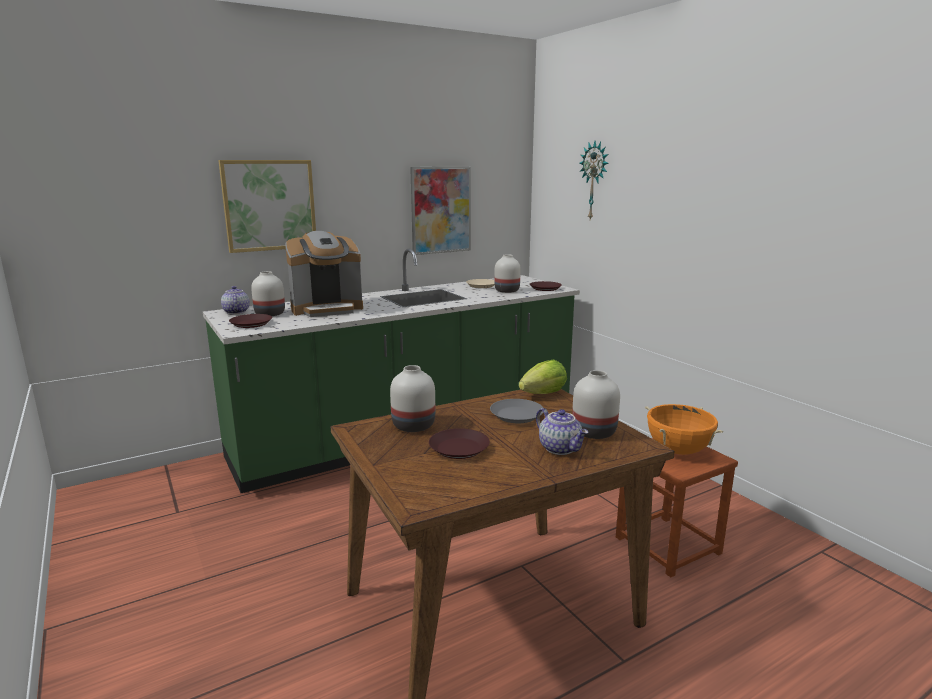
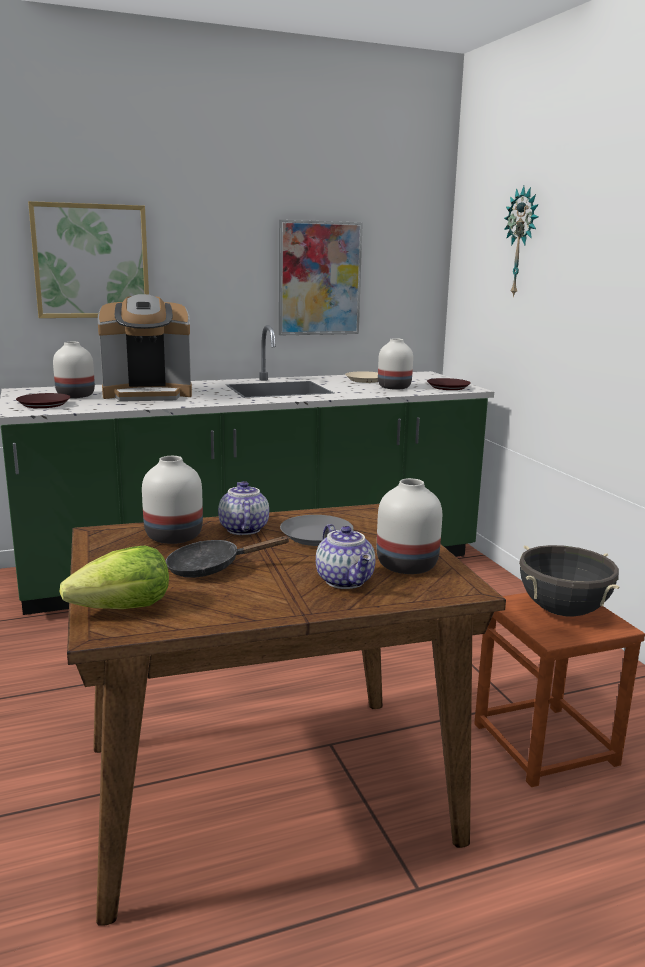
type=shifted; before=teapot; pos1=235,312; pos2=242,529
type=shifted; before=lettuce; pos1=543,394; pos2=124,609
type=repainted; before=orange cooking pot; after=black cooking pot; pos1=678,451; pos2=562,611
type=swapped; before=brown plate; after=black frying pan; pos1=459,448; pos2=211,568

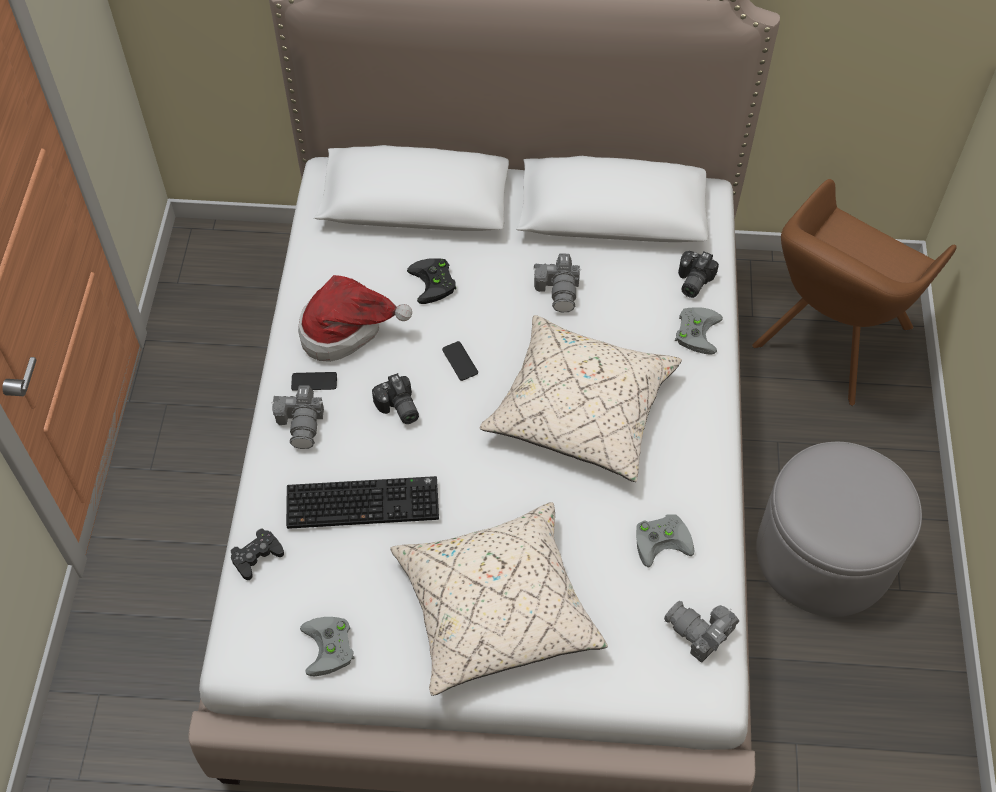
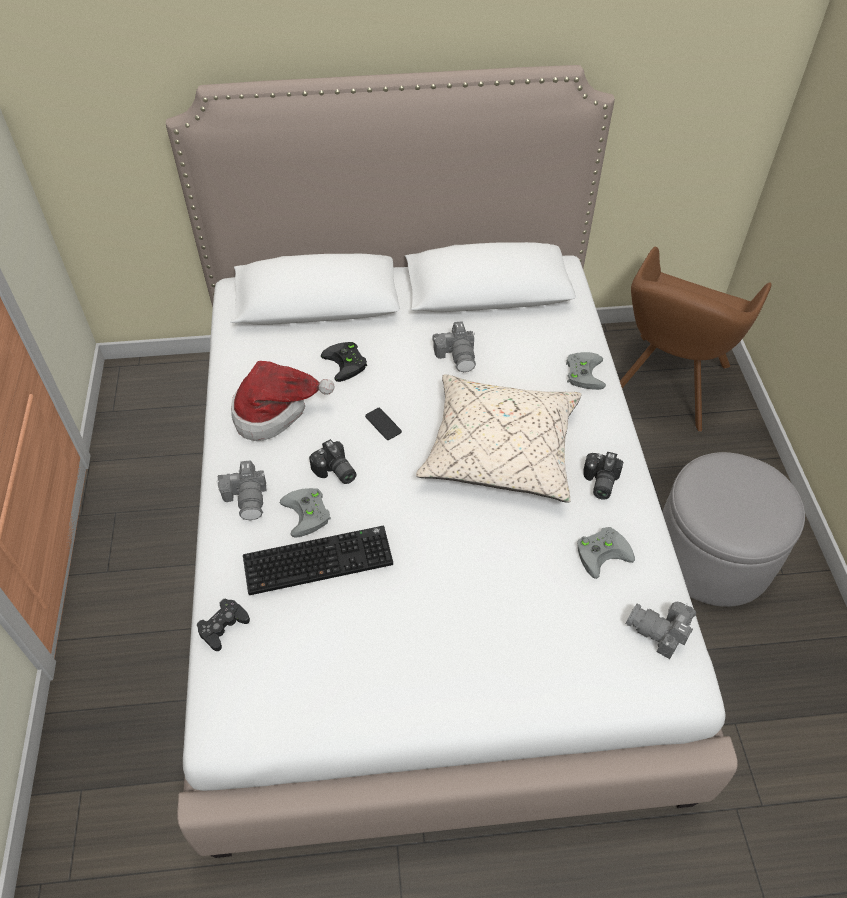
type=shifted; before=photo camera; pos1=691,281; pos2=599,482
type=gone; before=phone; pos1=314,381
type=gone; before=beige pillow; pos1=495,608
type=shifted; before=grey game controller; pos1=330,648; pos2=308,514

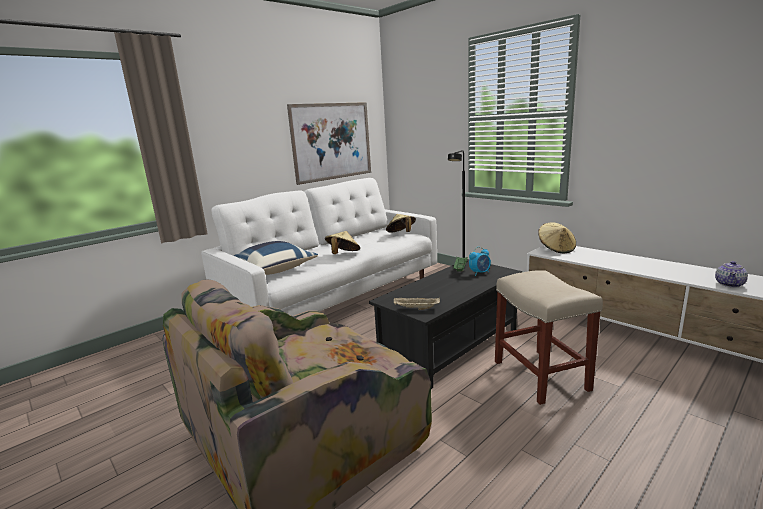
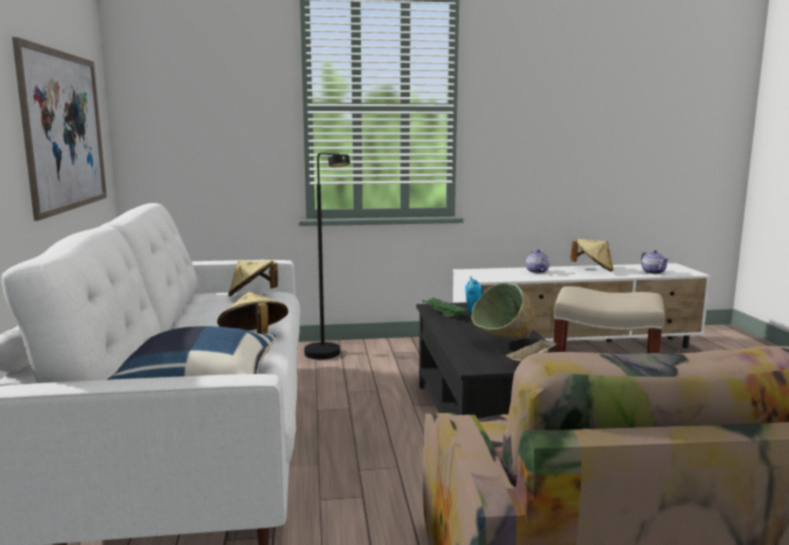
type=shifted; before=beige hat; pos1=556,249; pos2=593,269
type=new; after=teapot; pos2=537,271
type=new; after=green bowl; pos2=505,345

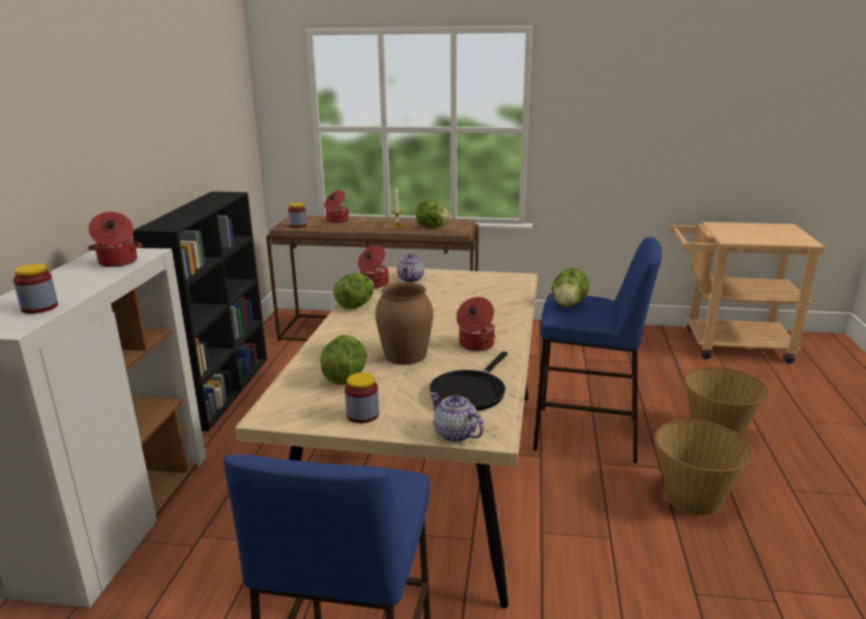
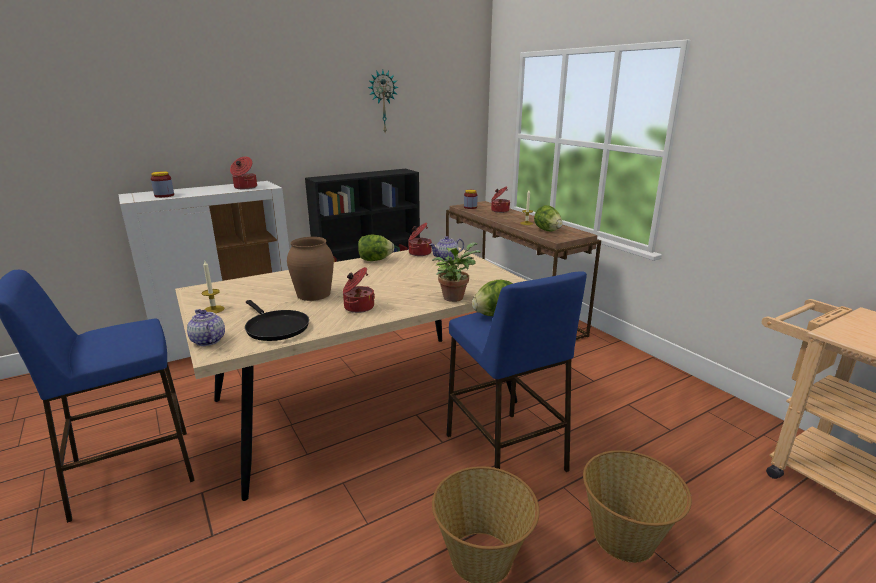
type=gone; before=lettuce; pos1=345,378
type=rotated; before=black frying pan; pos1=470,392; pos2=275,327; turn=-120
type=swapped; before=jar; after=candle; pos1=362,415; pos2=213,309
type=rotated; before=teapot; pos1=454,434; pos2=207,340; turn=-45
type=new; after=wall clock; pos2=382,102
type=new; after=potted plant; pos2=454,296

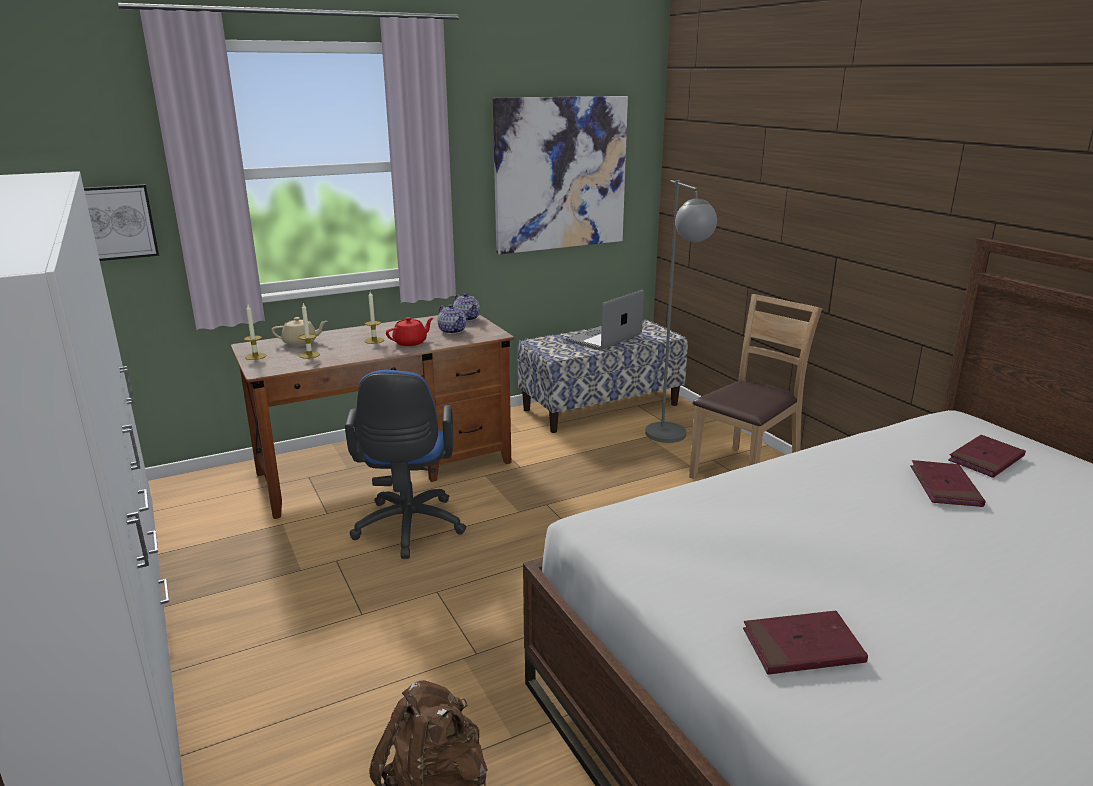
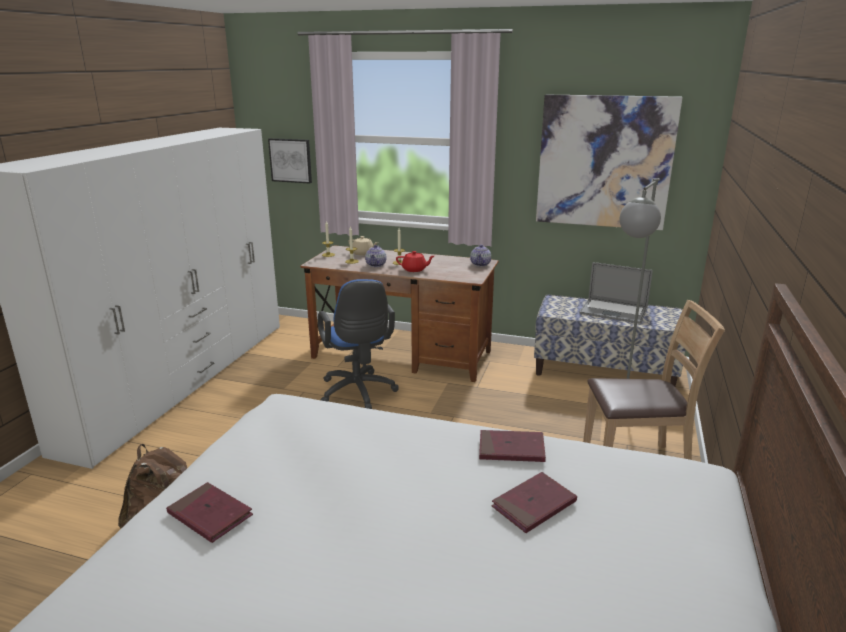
type=rotated; before=laptop; pos1=604,338; pos2=613,311; turn=-150
type=shifted; before=teapot; pos1=452,331; pos2=376,265
type=rotated; before=blue office chair; pos1=408,530; pos2=358,393; turn=-60
type=shifted; before=red book; pos1=985,459; pos2=511,449

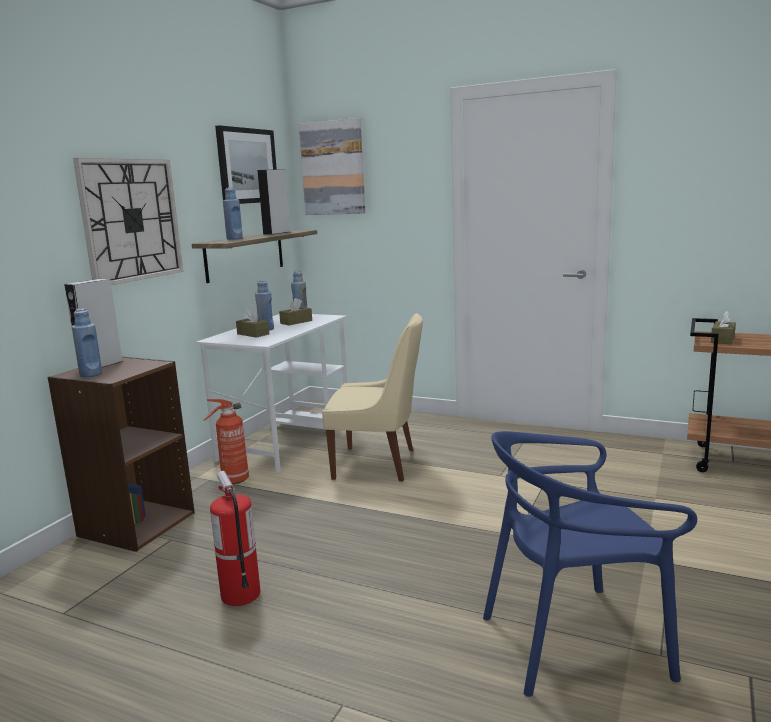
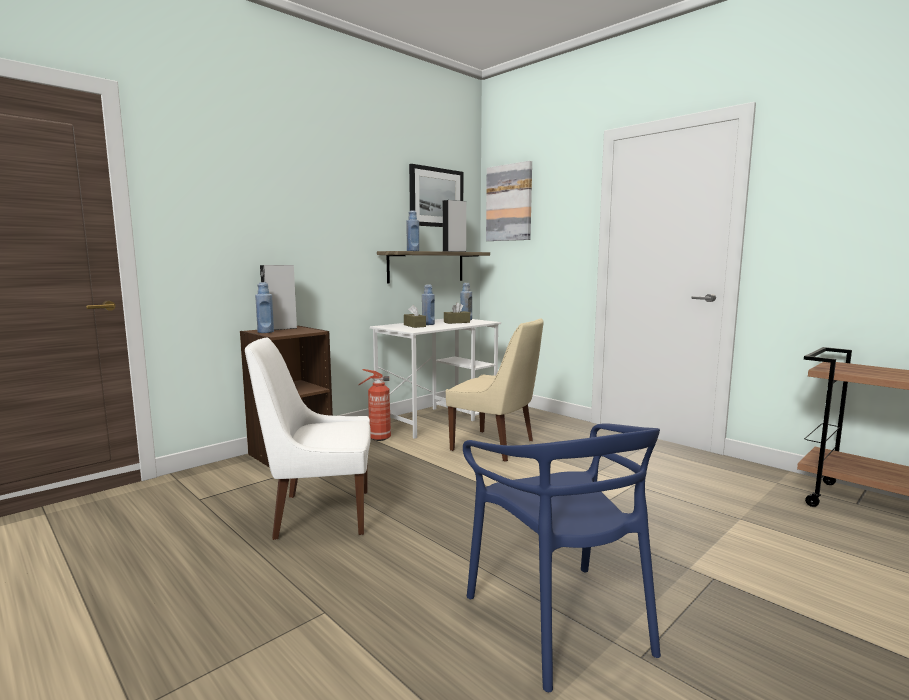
type=gone; before=wall clock; pos1=131,220
type=gone; before=brown tissue box; pos1=722,340
type=rotated; before=blue chair; pos1=574,641; pos2=560,620; turn=-120
type=swapped; before=fire extinguisher; after=white chair; pos1=240,594; pos2=318,514

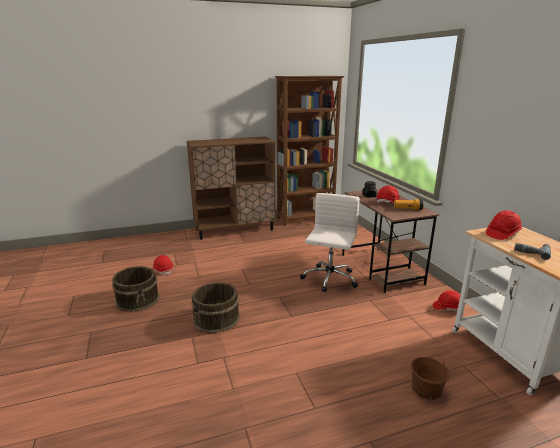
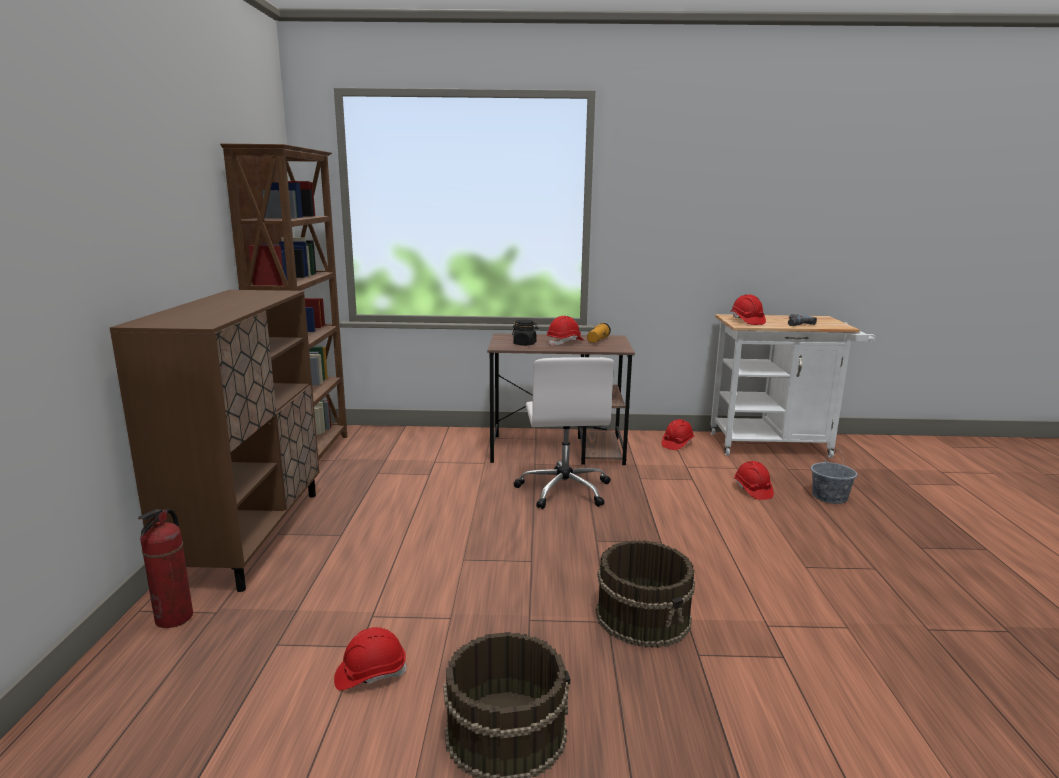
type=rotated; before=white office chair; pos1=329,279; pos2=564,490; turn=-135
type=repainted; before=brown bucket; after=grey bucket; pos1=426,389; pos2=829,497
type=new; after=red hard hat; pos2=752,490
type=new; after=fire extinguisher; pos2=174,618

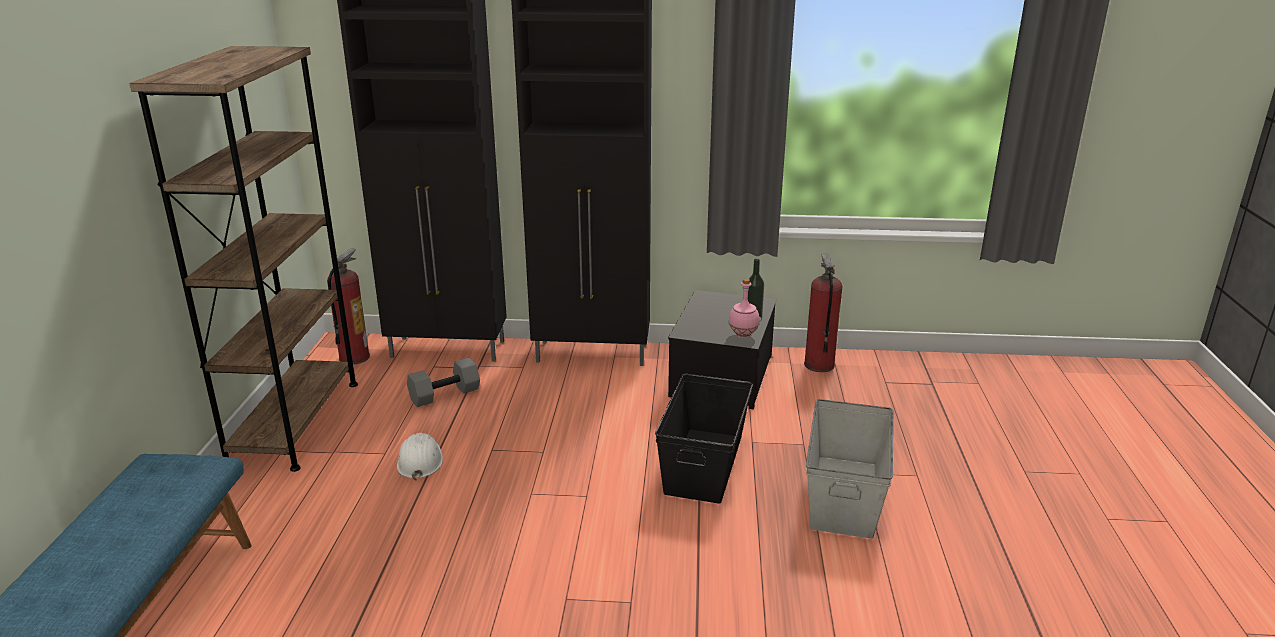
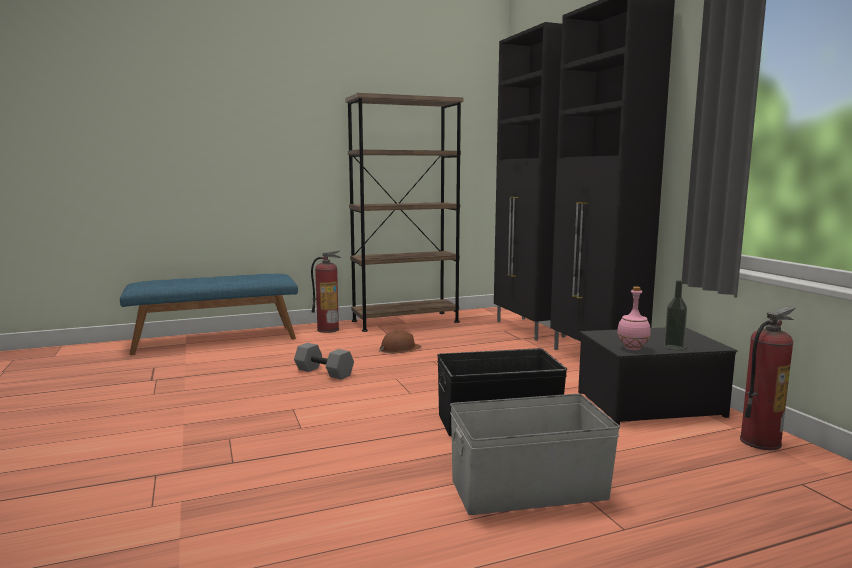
type=shifted; before=fire extinguisher; pos1=354,357; pos2=328,329
type=shifted; before=grey dumbbell; pos1=445,394; pos2=325,372
type=repainted; before=white hard hat; after=brown hard hat; pos1=420,461; pos2=399,349

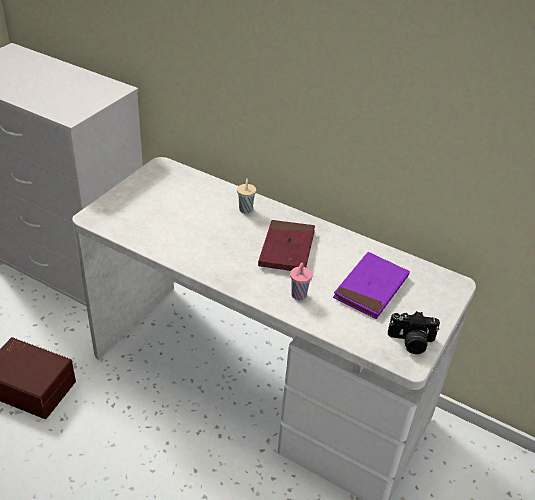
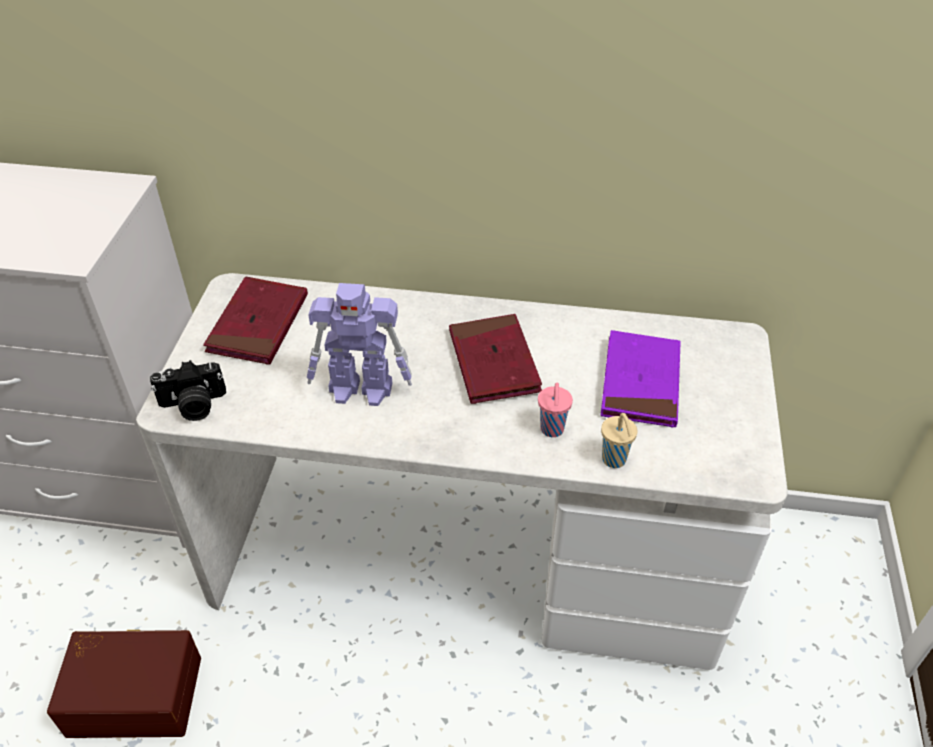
type=shifted; before=beige cup; pos1=245,210; pos2=614,460
type=shifted; before=photo camera; pos1=411,342; pos2=193,405
type=new; after=red book; pos2=258,324
type=new; after=toy robot; pos2=362,389

